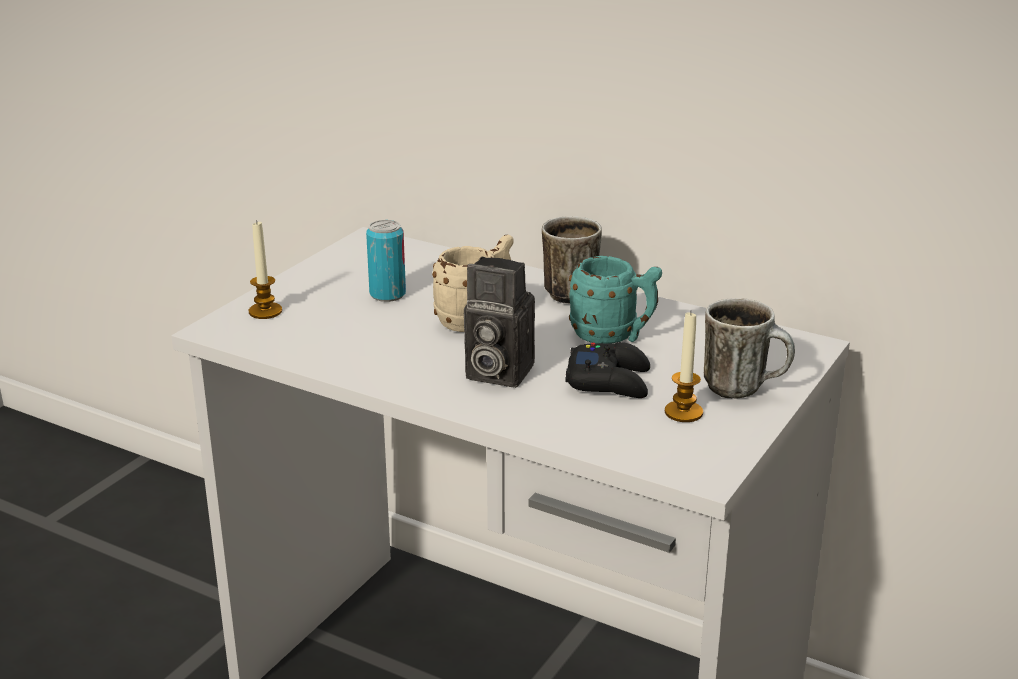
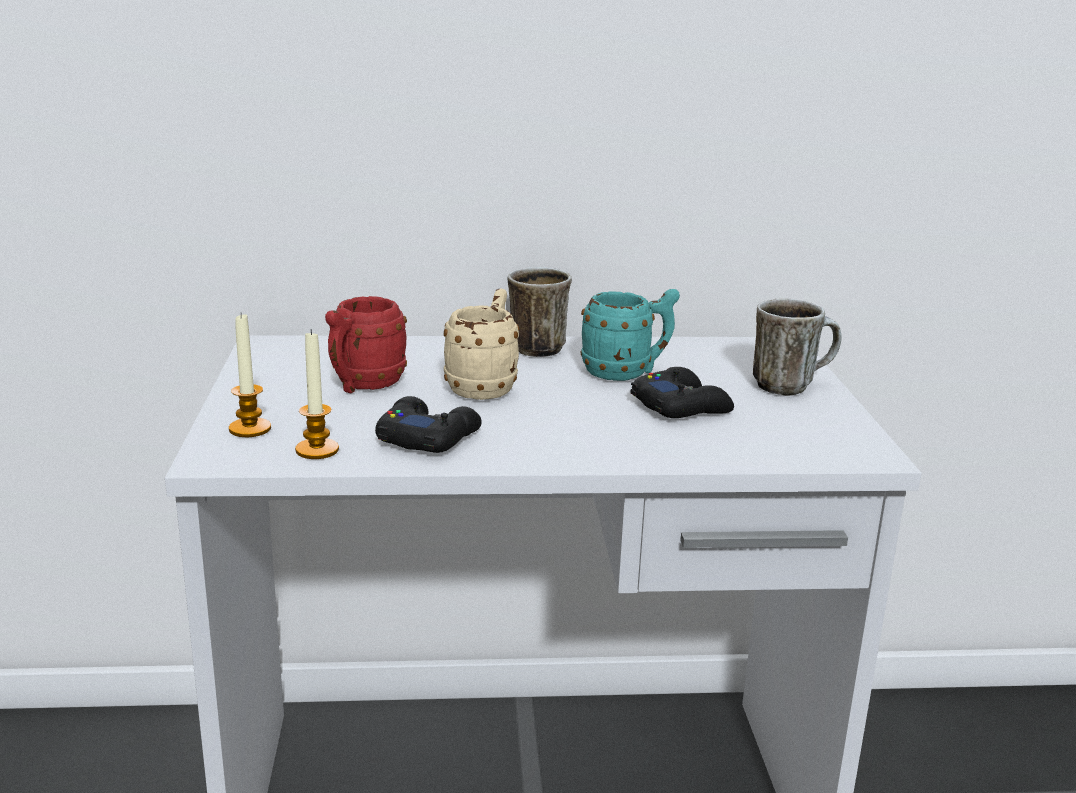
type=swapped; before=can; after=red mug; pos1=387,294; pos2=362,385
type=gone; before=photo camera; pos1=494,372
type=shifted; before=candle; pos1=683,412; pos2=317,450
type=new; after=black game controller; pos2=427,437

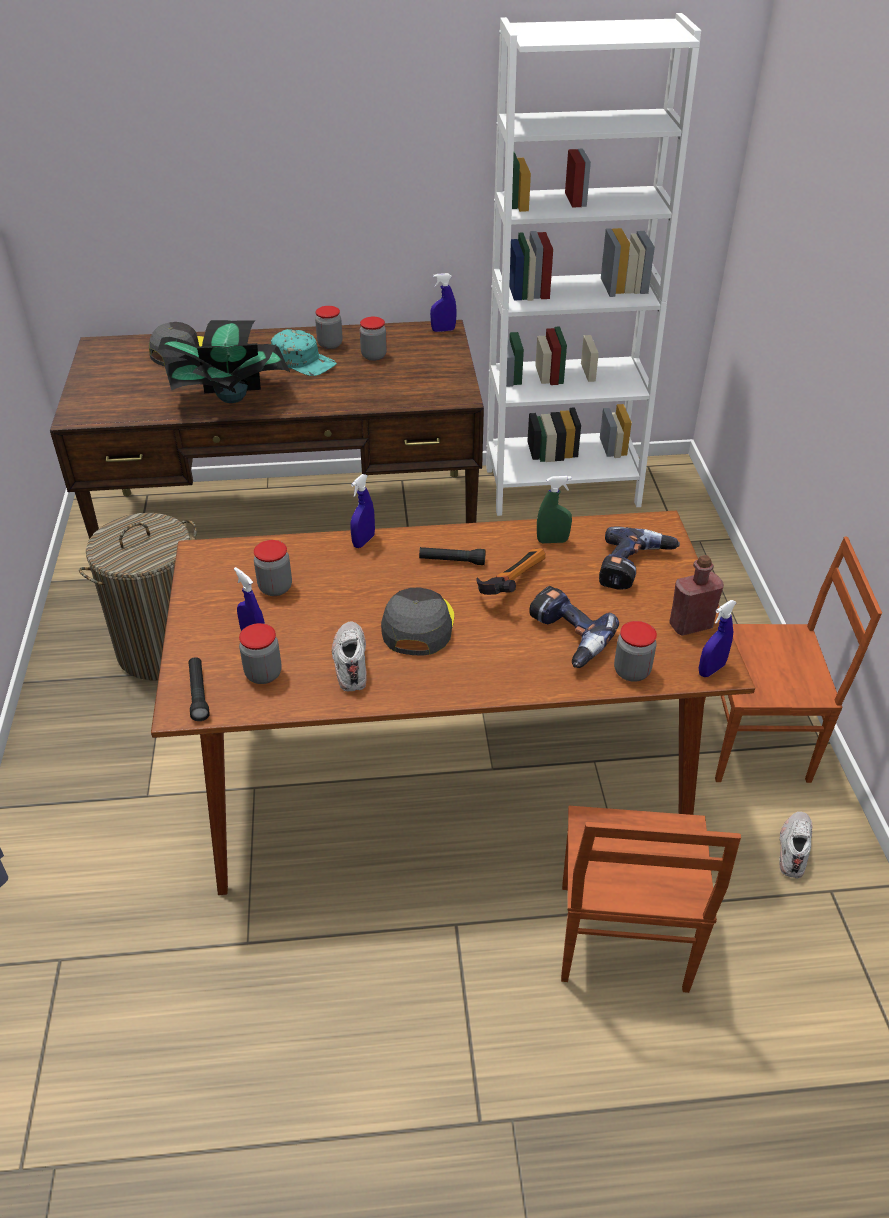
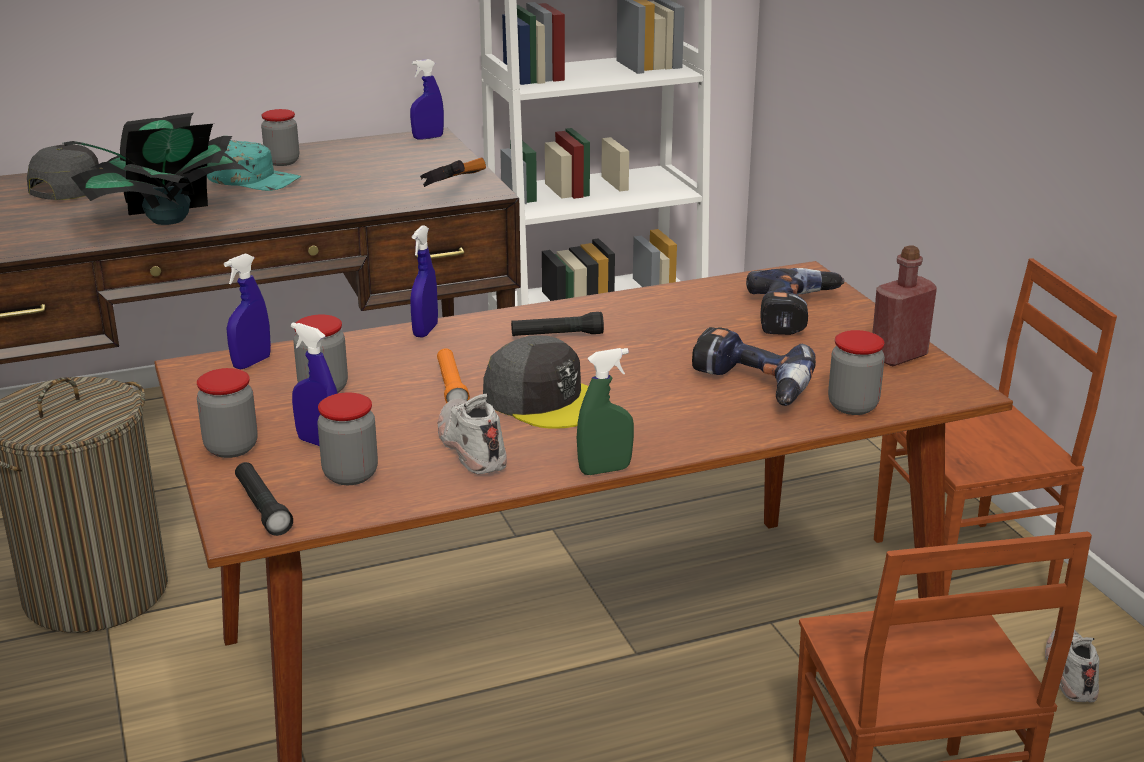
type=shifted; before=jar; pos1=374,356; pos2=231,448
type=shifted; before=green spray bottle; pos1=552,541; pos2=605,470
type=shifted; before=hammer; pos1=509,583; pos2=453,187
type=rotated; before=grey cap; pos1=417,625; pos2=545,399; turn=135
type=shifted; before=blue spray bottle; pos1=711,669; pos2=251,363
type=new; after=orange flashlight; pos2=451,387

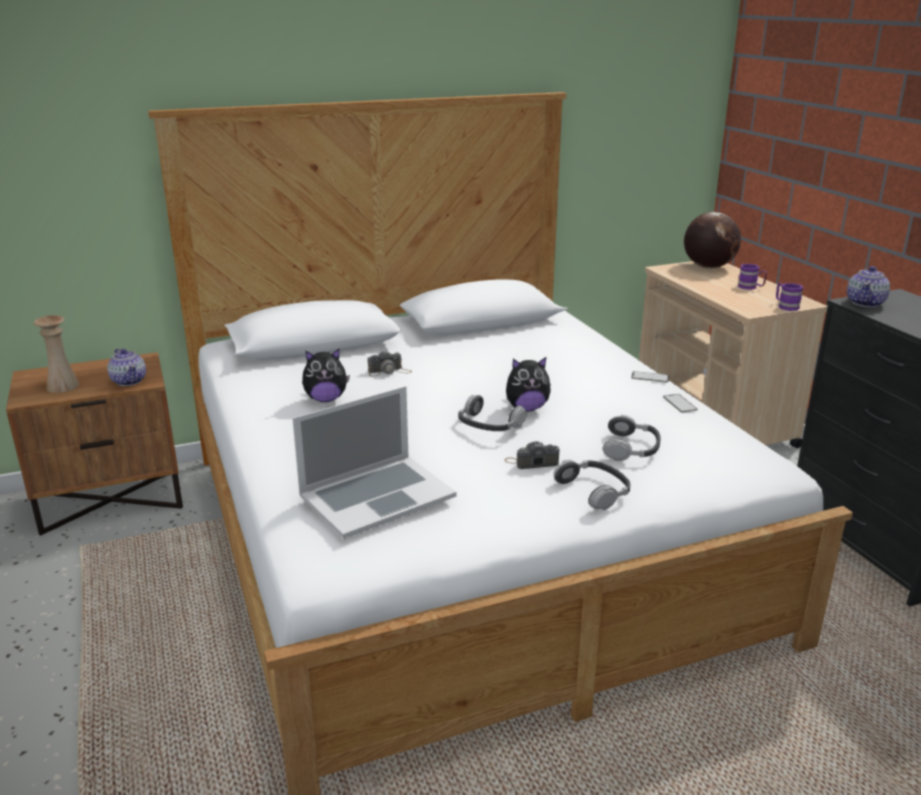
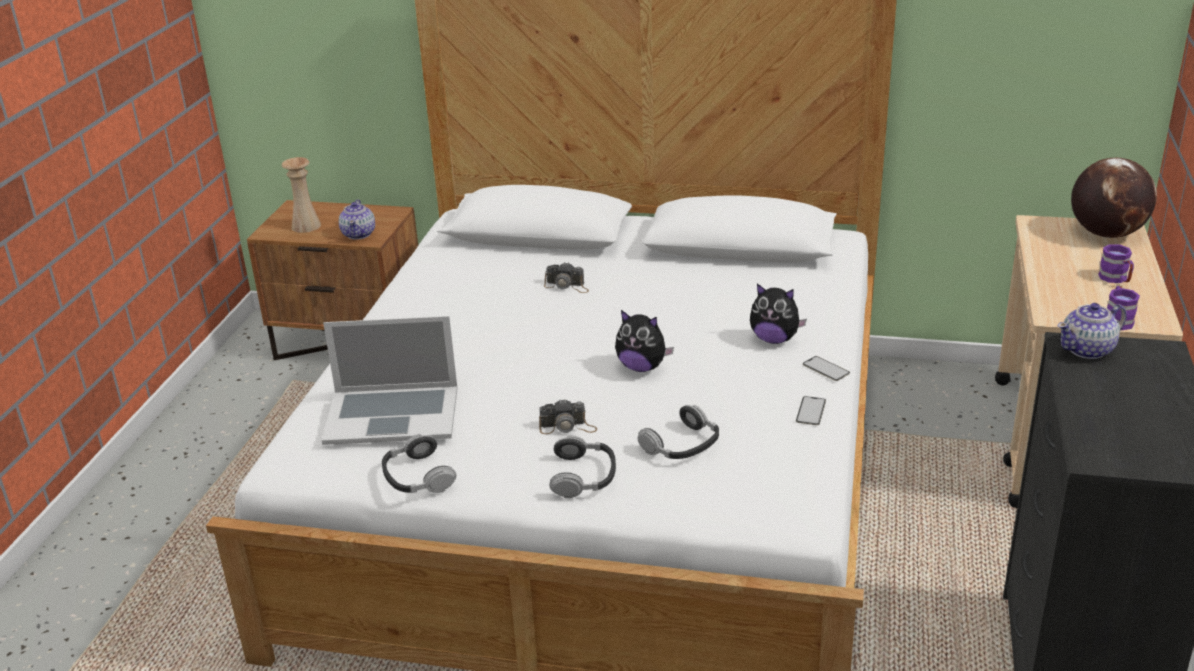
type=shifted; before=plush toy; pos1=326,399; pos2=774,339
type=shifted; before=headphones; pos1=489,424; pos2=417,477
type=rotated; before=photo camera; pos1=532,462; pos2=568,427; turn=150

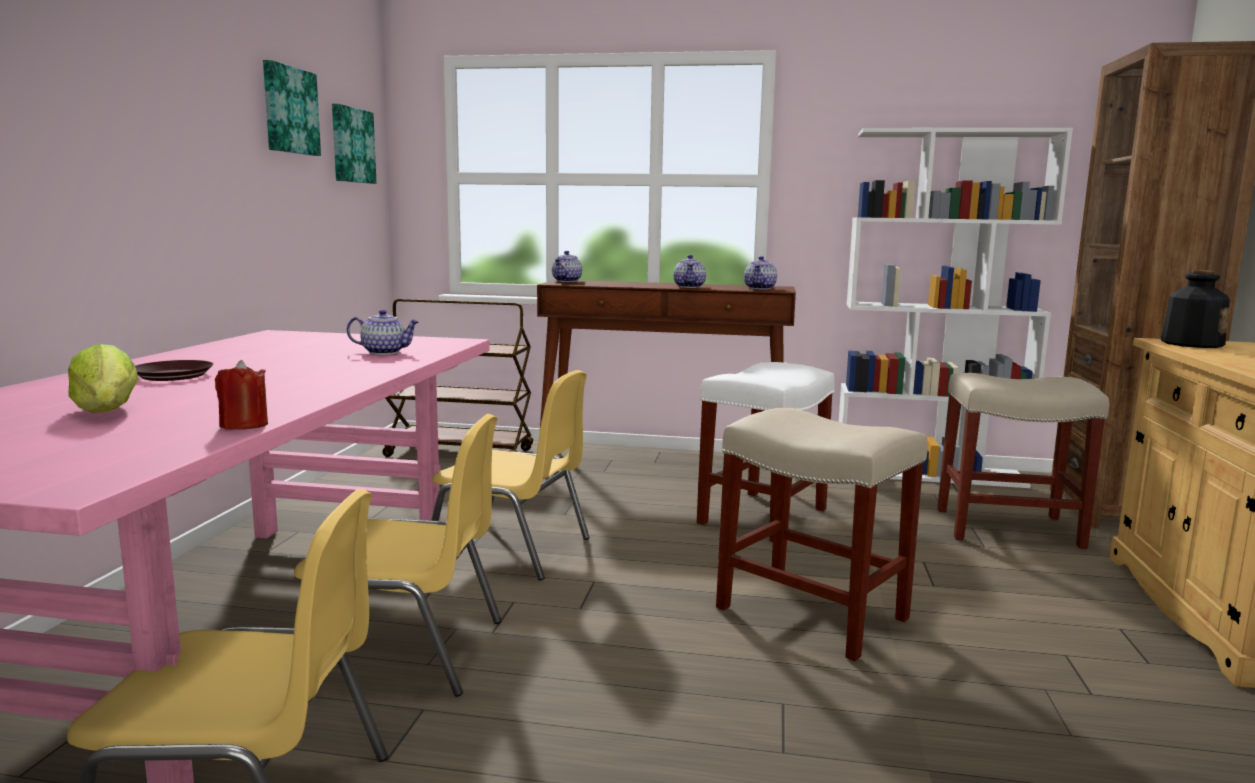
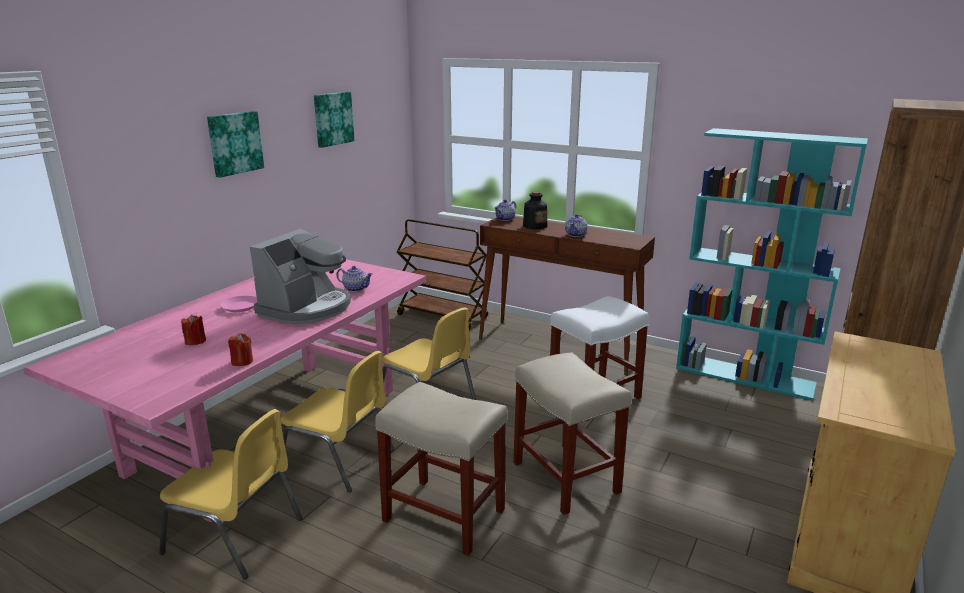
type=shifted; before=picture; pos1=351,145; pos2=234,143
type=repainted; before=white bookcase; after=turquoise bookcase; pos1=929,474; pos2=745,376
type=gone; before=teapot; pos1=760,288
type=shifted; before=bottle; pos1=1191,344; pos2=534,226
type=swapped; before=lettuce; after=red candle; pos1=107,412; pos2=195,341
type=repainted; before=brown plate; after=pink plate; pos1=173,376; pos2=240,307
type=shifted; before=beige stool; pos1=1009,528; pos2=445,515
type=new; after=coffee machine; pos2=306,308

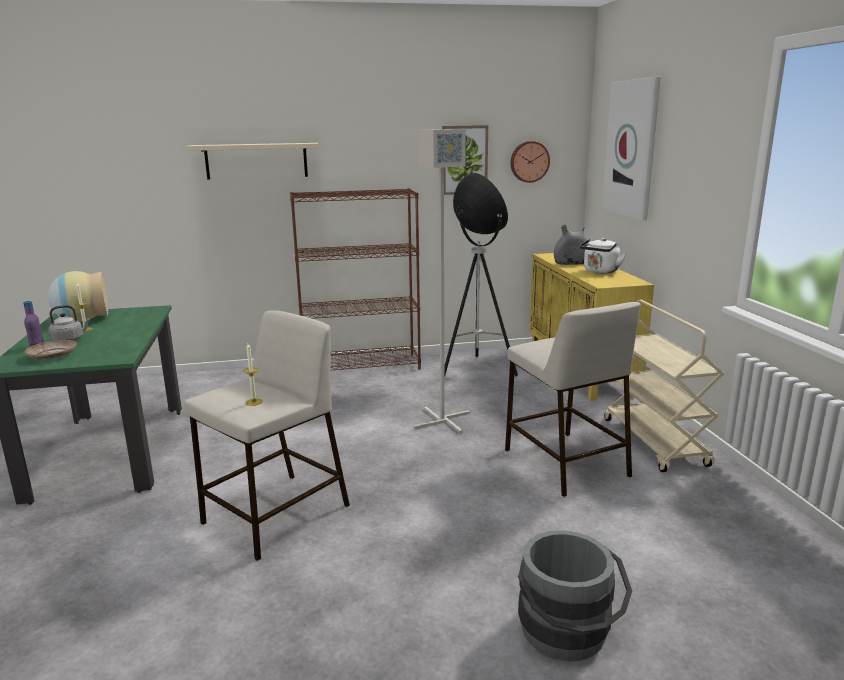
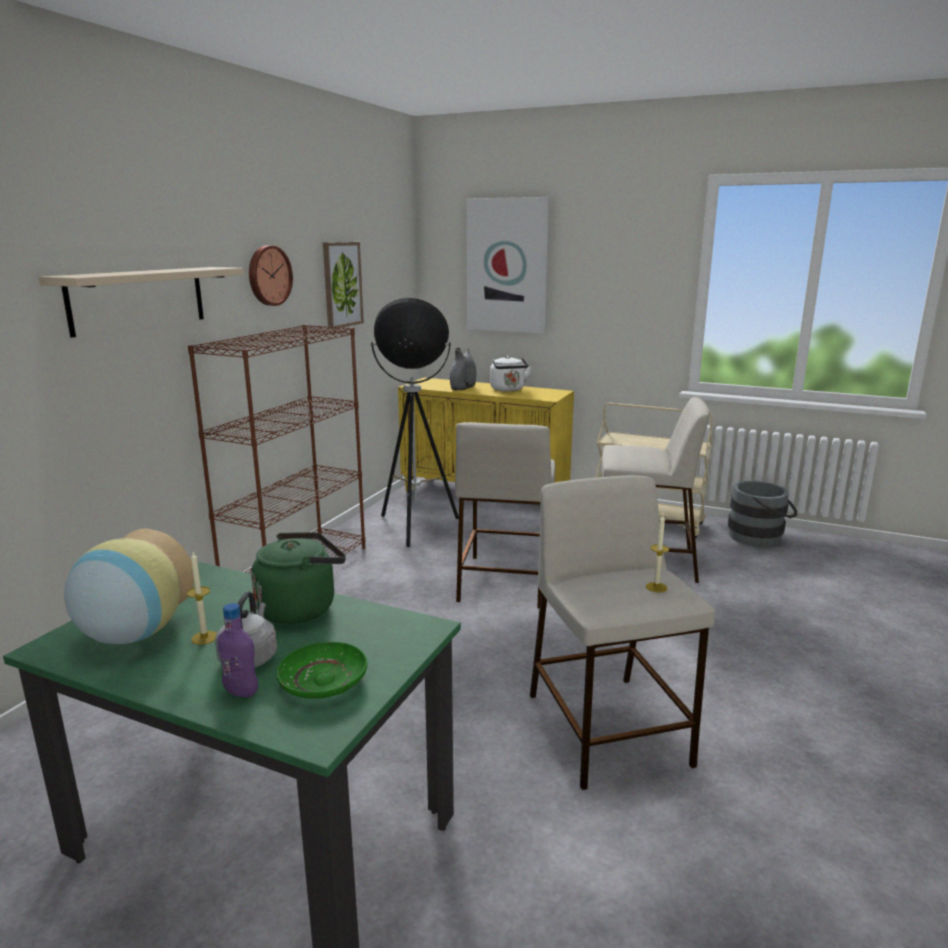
type=swapped; before=grey floor lamp; after=beige stool; pos1=441,421; pos2=504,580
type=shifted; before=wall clock; pos1=529,161; pos2=268,275
type=repainted; before=beige plate; after=green plate; pos1=52,355; pos2=324,681
type=shifted; before=grey bucket; pos1=567,636; pos2=760,537
type=new; after=green kettle; pos2=301,608

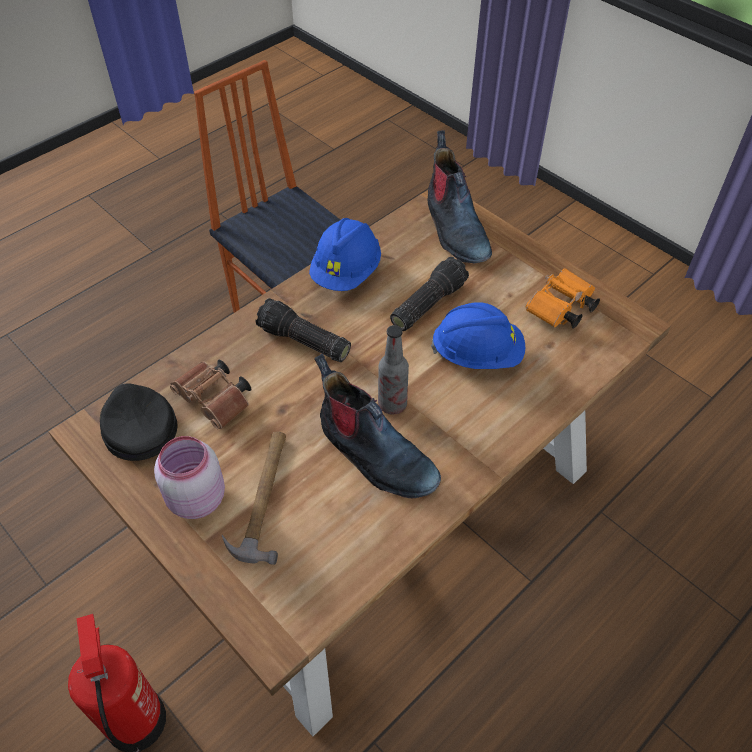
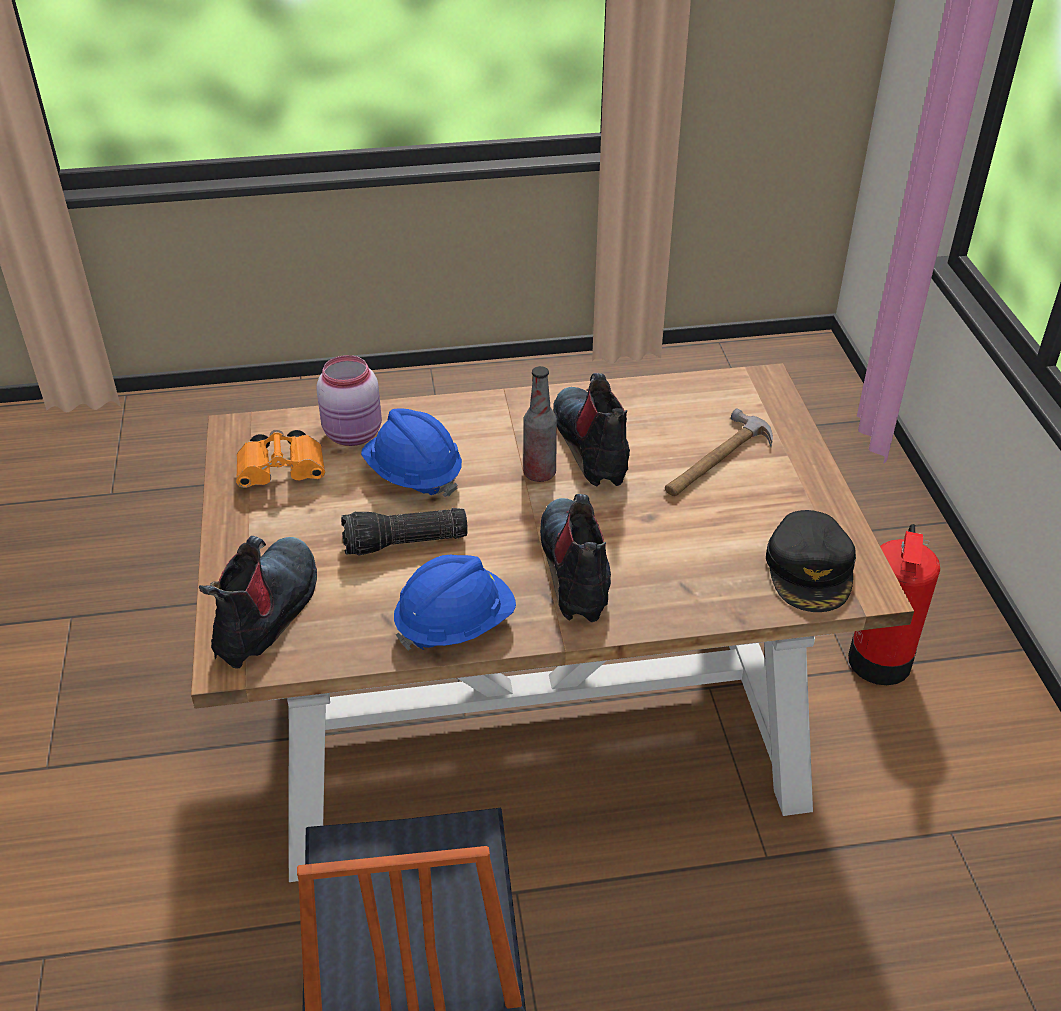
type=swapped; before=flashlight; after=boot; pos1=303,342; pos2=577,569
type=gone; before=brown binoculars; pos1=216,402
type=shifted; before=pink jar; pos1=195,499; pos2=354,434

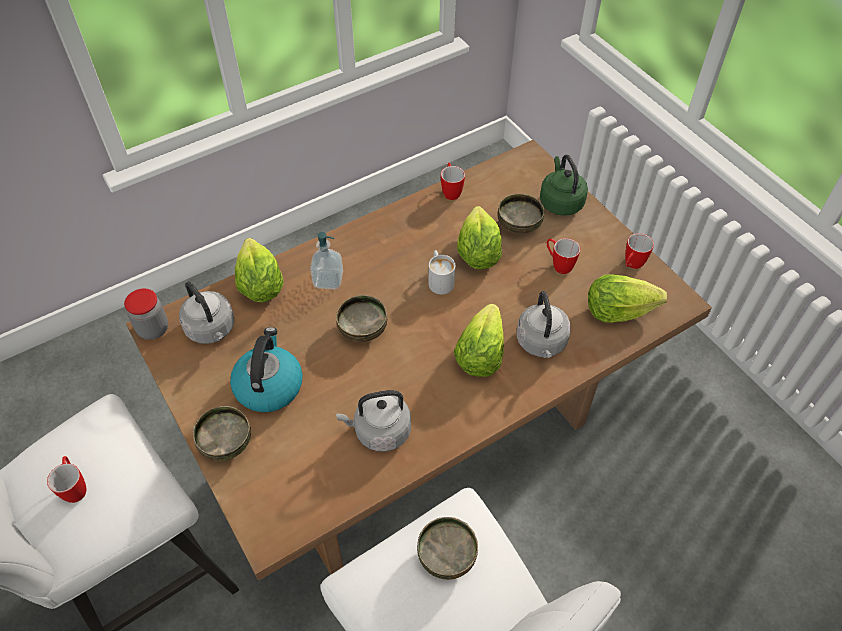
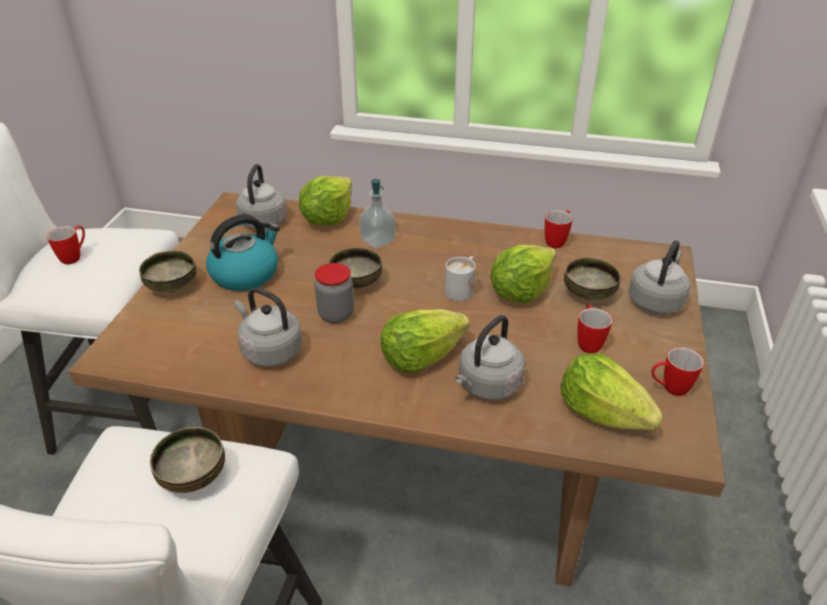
type=repainted; before=green kettle; after=grey kettle; pos1=560,201; pos2=656,300
type=shifted; before=jar; pos1=153,329; pos2=336,314

